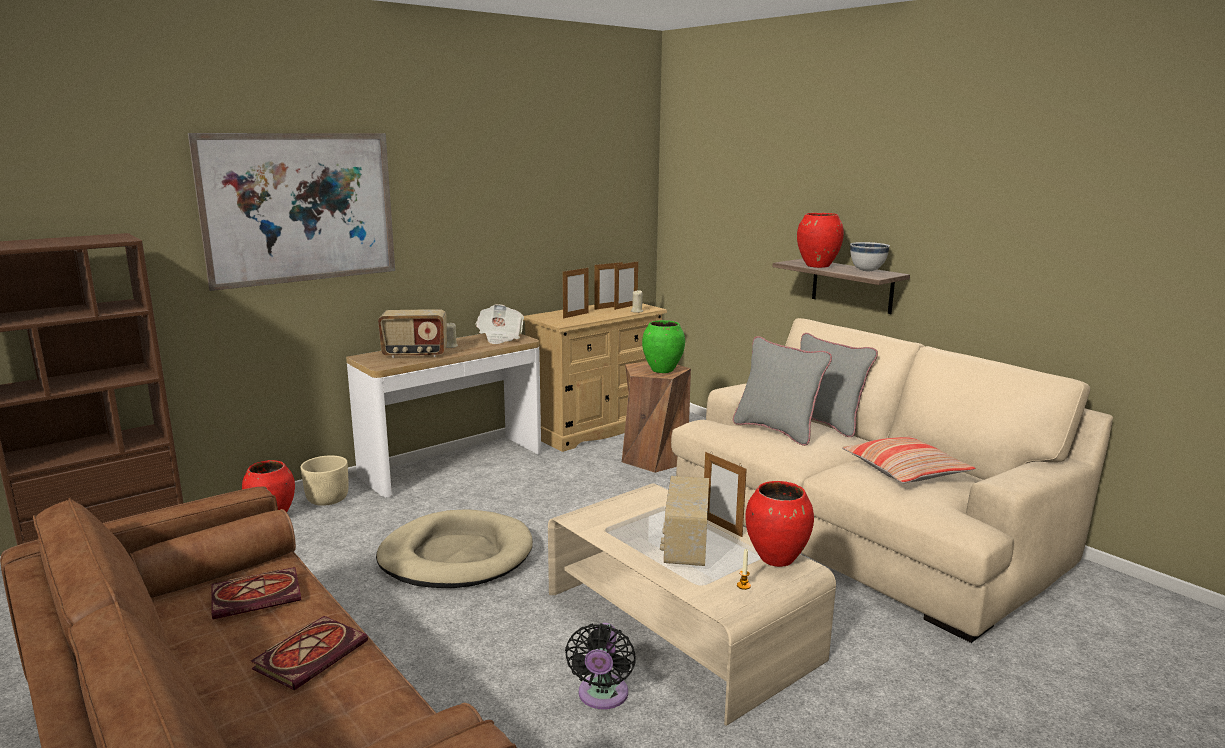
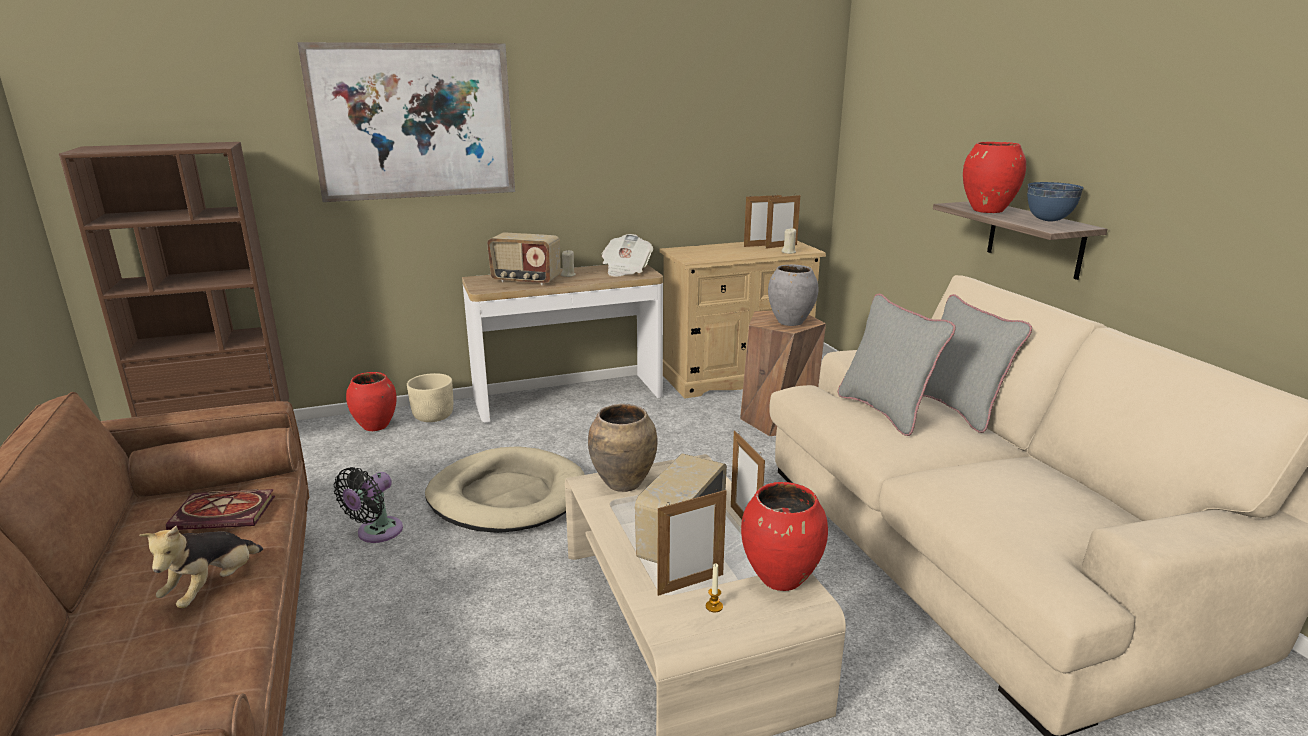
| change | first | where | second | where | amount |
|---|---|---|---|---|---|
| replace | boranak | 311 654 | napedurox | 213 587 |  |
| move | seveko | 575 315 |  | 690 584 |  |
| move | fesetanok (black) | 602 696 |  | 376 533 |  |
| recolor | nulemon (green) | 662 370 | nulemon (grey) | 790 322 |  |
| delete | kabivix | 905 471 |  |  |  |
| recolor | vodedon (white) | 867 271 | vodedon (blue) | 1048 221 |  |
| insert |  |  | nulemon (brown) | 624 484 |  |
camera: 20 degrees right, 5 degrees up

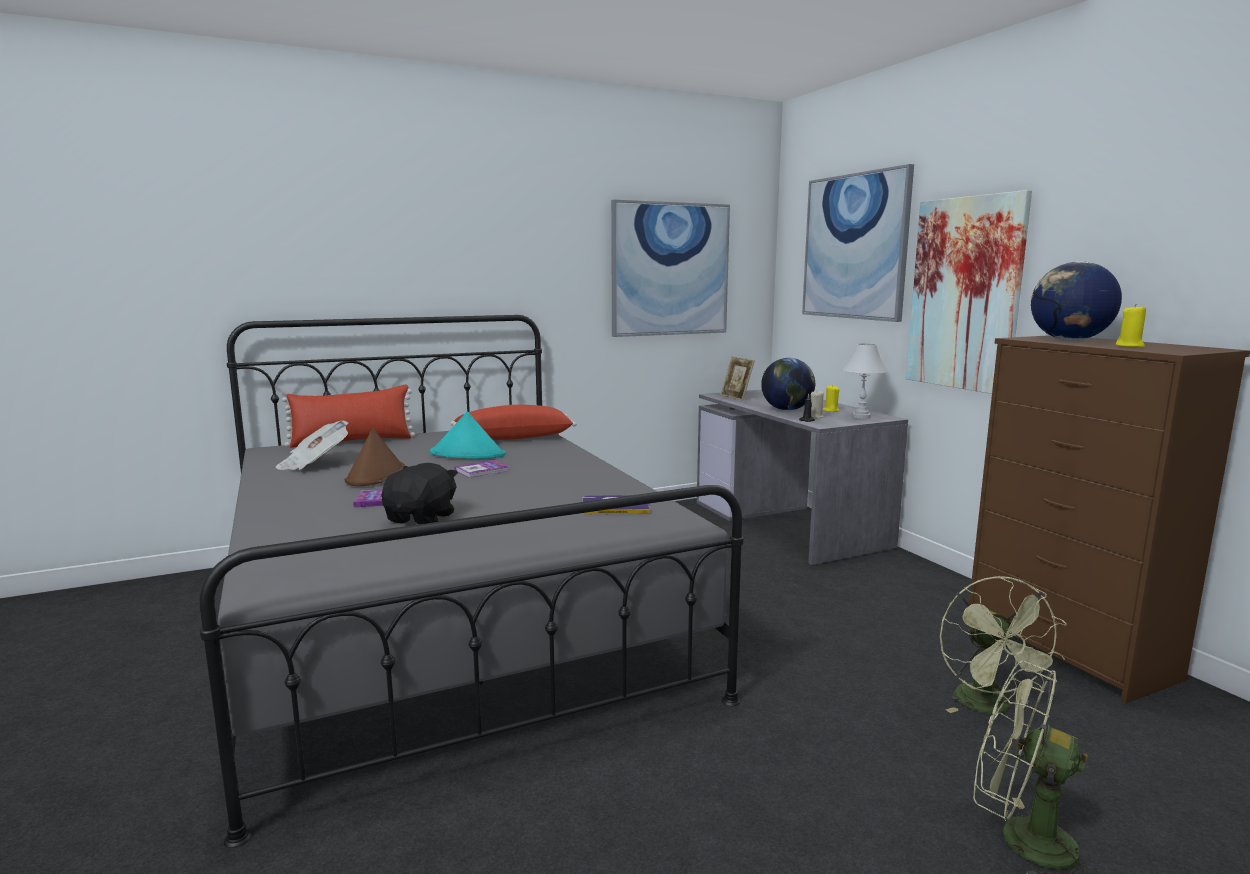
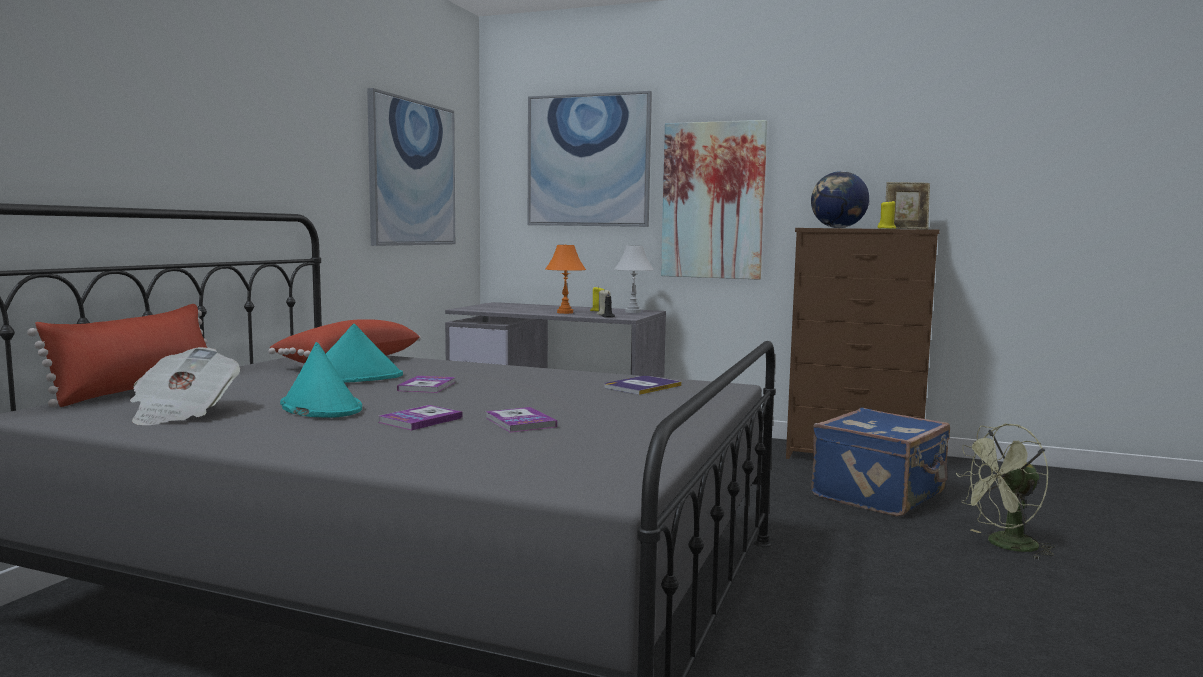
| change | first | where | second | where | amount |
|---|---|---|---|---|---|
| recolor | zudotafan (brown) | 376 475 | zudotafan (turquoise) | 320 407 |  |
| replace | napedurox (black) | 422 518 | boranak | 520 422 |  |
| move | seveko | 736 397 |  | 905 229 |  |
| replace | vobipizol | 787 410 | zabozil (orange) | 565 312 |  |
| replace | fesetanok (green) | 990 707 | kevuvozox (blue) | 880 495 |  |
camera: 45 degrees left, 5 degrees down

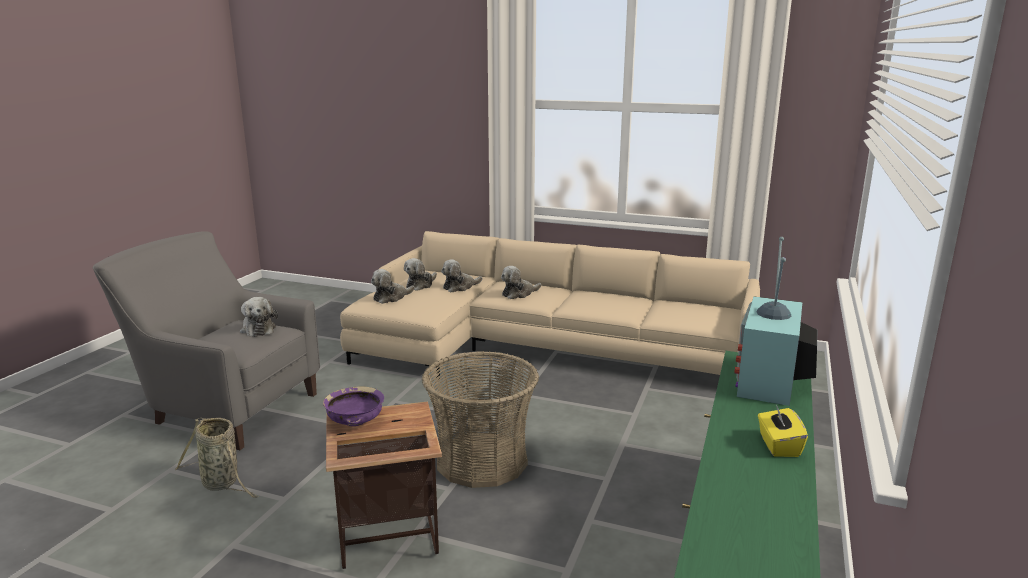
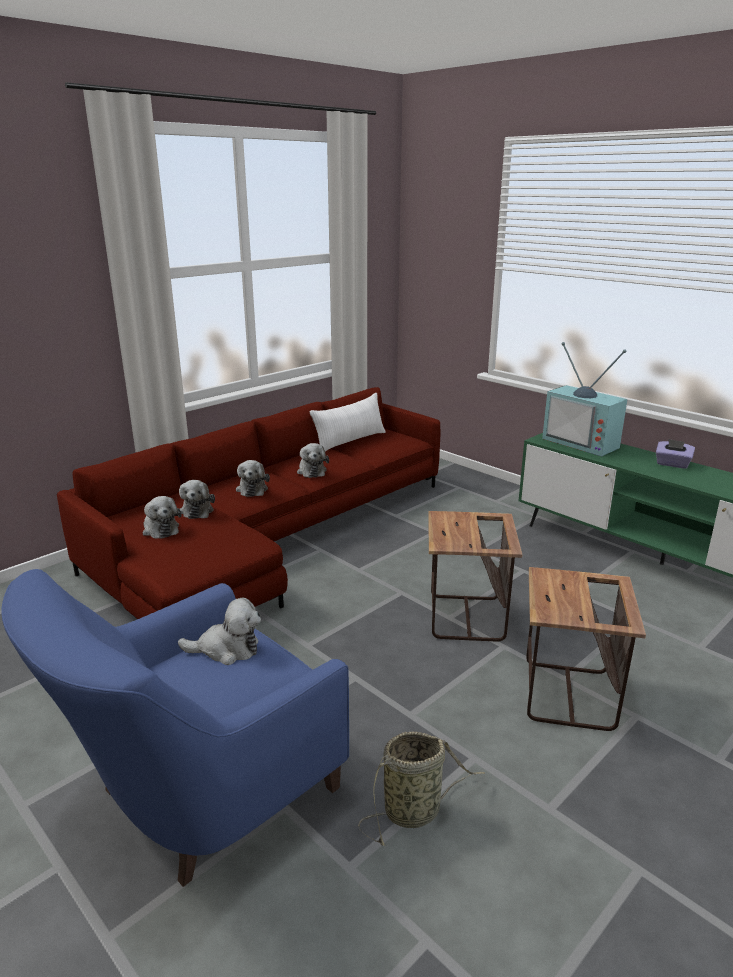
| change | first | where | second | where | amount |
|---|---|---|---|---|---|
| recolor | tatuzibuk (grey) | 223 408 | tatuzibuk (blue) | 198 797 |  |
| delete | vodedon (purple) | 355 421 |  |  |  |
| recolor | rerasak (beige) | 538 348 | rerasak (red) | 270 538 |  |
| move | napedurox | 391 297 |  | 311 471 |  |
| replace | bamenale | 481 461 | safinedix | 466 619 |  |
| recolor | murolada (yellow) | 778 445 | murolada (purple) | 672 464 |  |
| insert |  |  | kabivix (white) | 349 441 |  |
camera: 65 degrees left, 5 degrees up

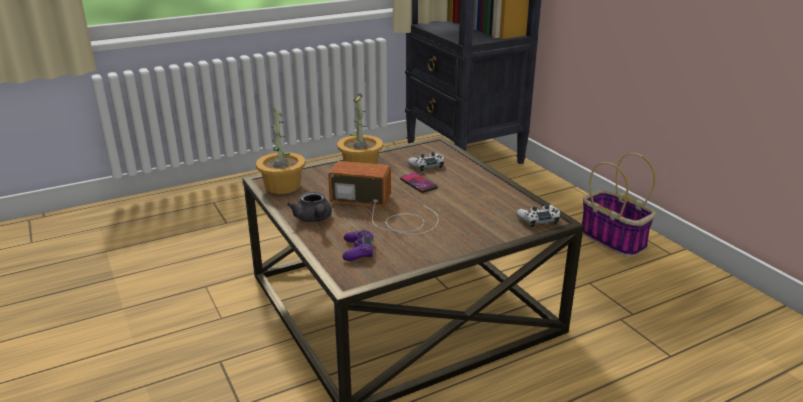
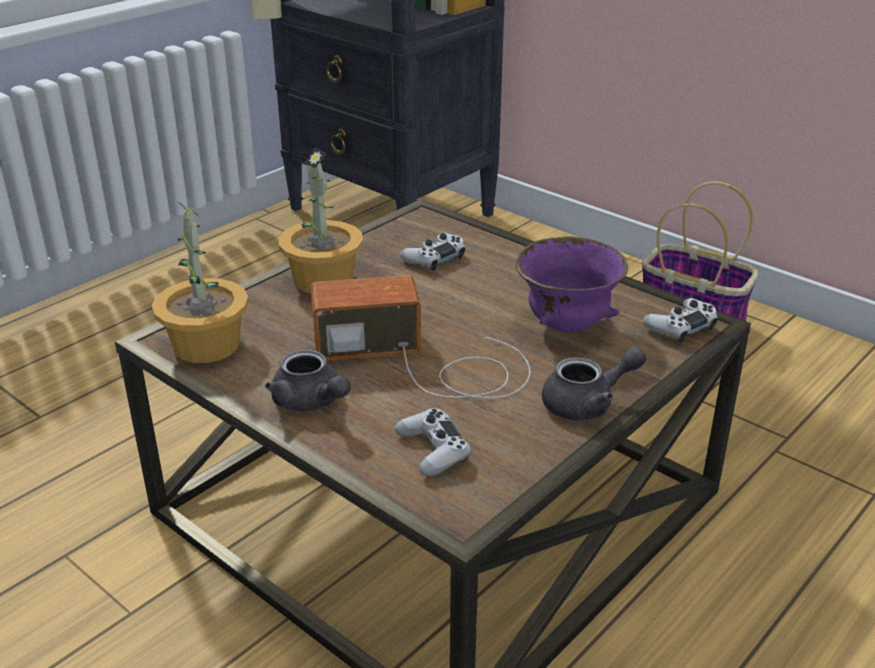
| change | first | where | second | where | amount |
|---|---|---|---|---|---|
| recolor | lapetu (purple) | 358 251 | lapetu (white) | 433 450 |  |
| delete | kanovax | 418 183 |  |  |  |
| insert |  |  | vodedon (purple) | 566 326 |  |
| insert |  |  | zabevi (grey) | 588 403 |  |
camera: 20 degrees left, 5 degrees up

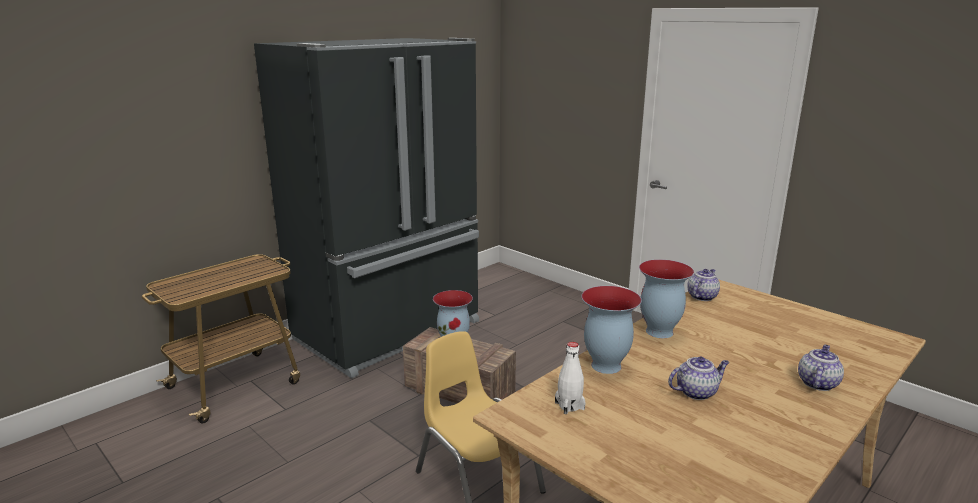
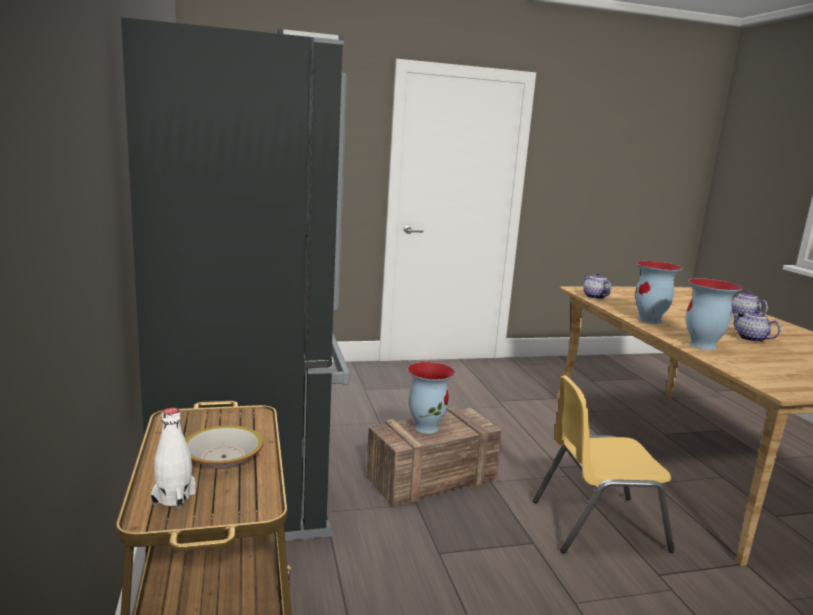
| change | first | where | second | where | amount |
|---|---|---|---|---|---|
| move | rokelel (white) | 569 405 |  | 174 498 |  |
| rotate | zabevi | 696 392 |  | 750 338 | 45 degrees counterclockwise |
| insert |  |  | vodedon | 223 458 |  |
camera: 60 degrees left, 5 degrees down

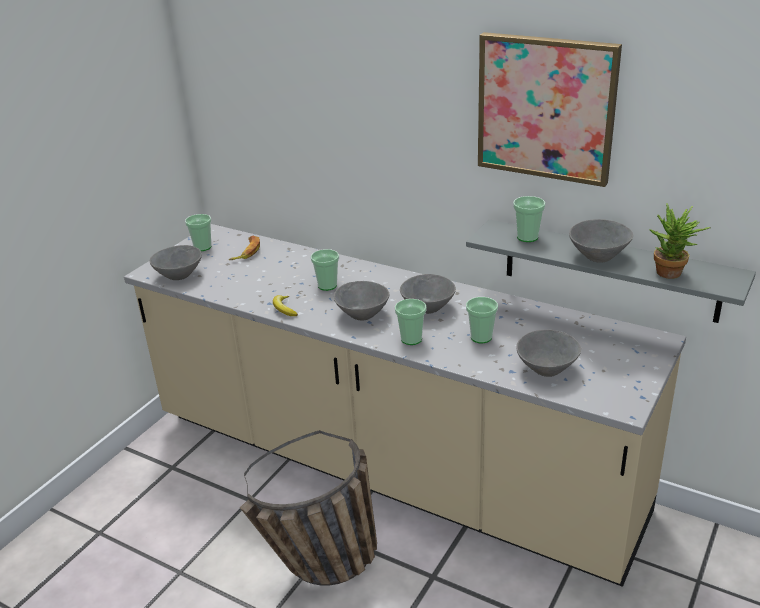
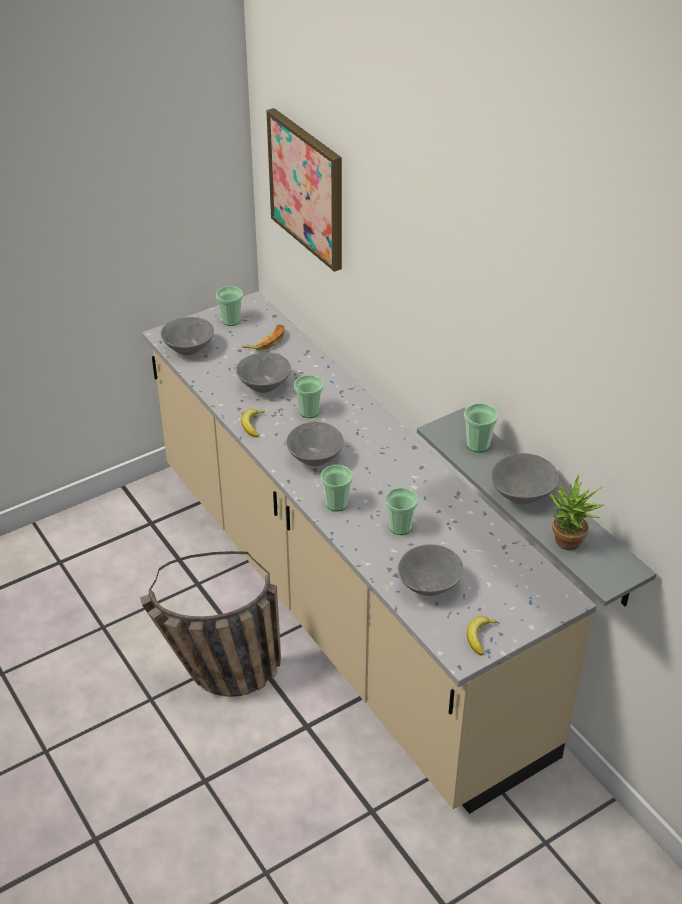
| change | first | where | second | where | amount |
|---|---|---|---|---|---|
| move | vodedon (grey) | 428 307 |  | 265 386 |  |
| move | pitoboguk | 546 108 |  | 307 188 |  |
| insert |  |  | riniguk | 479 636 |  |
camera: 25 degrees right, 10 degrees up

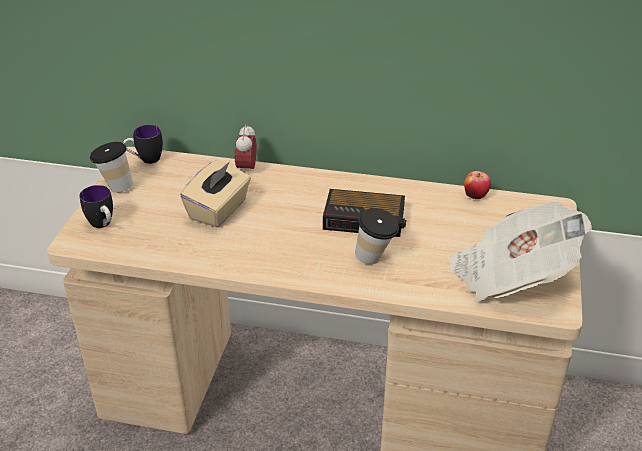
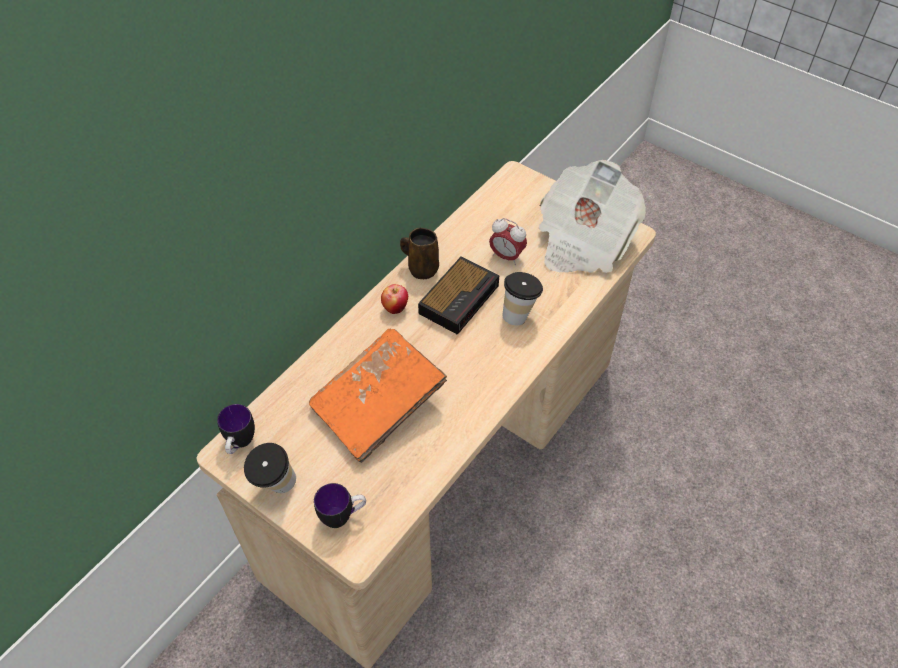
| change | first | where | second | where | amount |
|---|---|---|---|---|---|
| replace | murolada (beige) | 219 210 | boranak (orange) | 378 404 |  |
| move | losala | 247 169 |  | 506 256 |  |
| move | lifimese | 475 196 |  | 395 308 |  |
| insert |  |  | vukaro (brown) | 421 268 |  |
camera: 65 degrees left, 15 degrees up

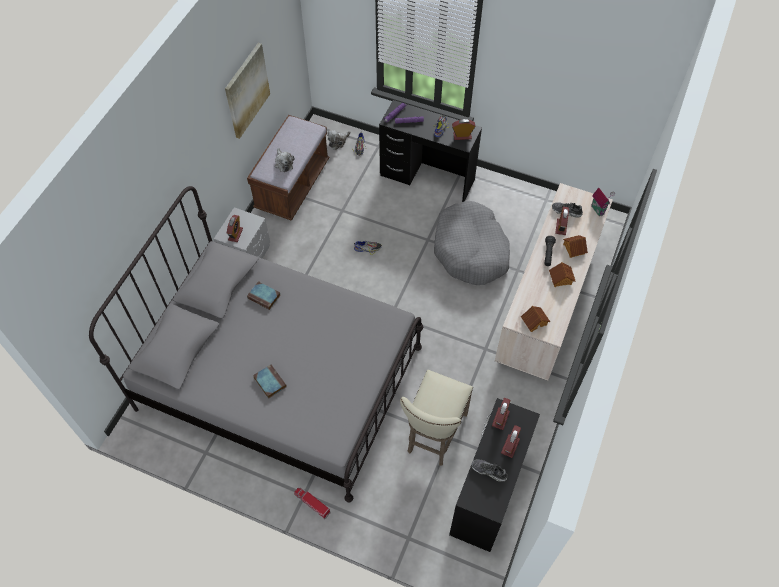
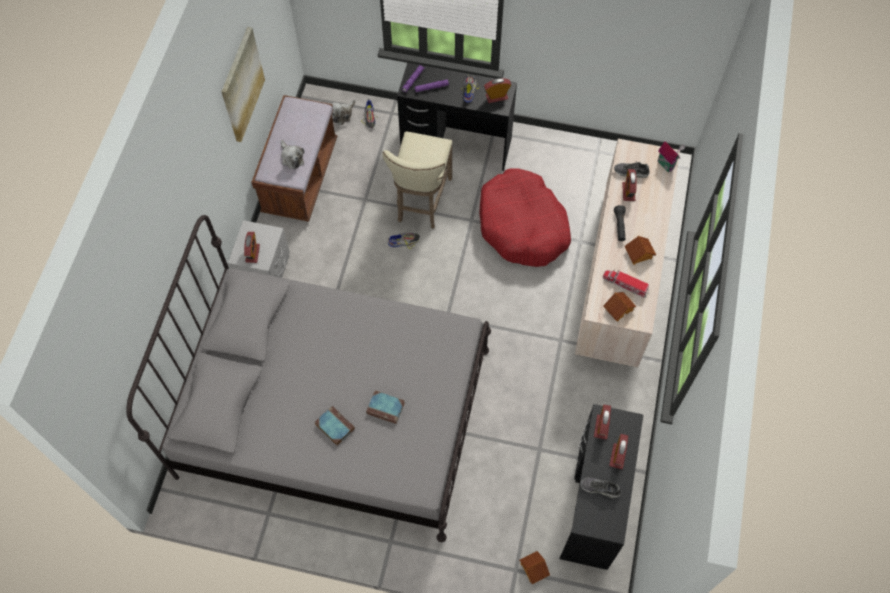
| change | first | where | second | where | amount |
|---|---|---|---|---|---|
| move | boranak | 264 297 |  | 386 408 |  |
| move | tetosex | 312 503 |  | 625 285 |  |
| move | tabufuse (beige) | 433 435 |  | 421 202 |  |
| recolor | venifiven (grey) | 471 250 | venifiven (red) | 523 226 |  |
| move | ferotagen | 573 249 |  | 533 568 |  |
camera: 10 degrees left, 5 degrees up

